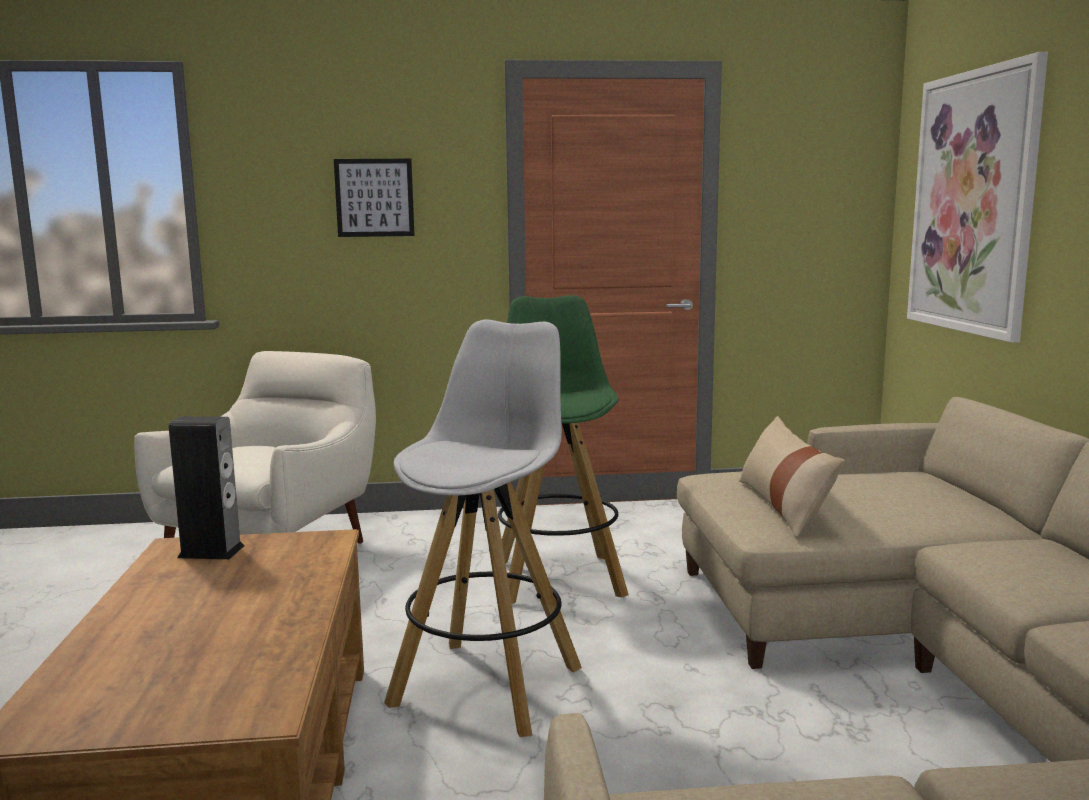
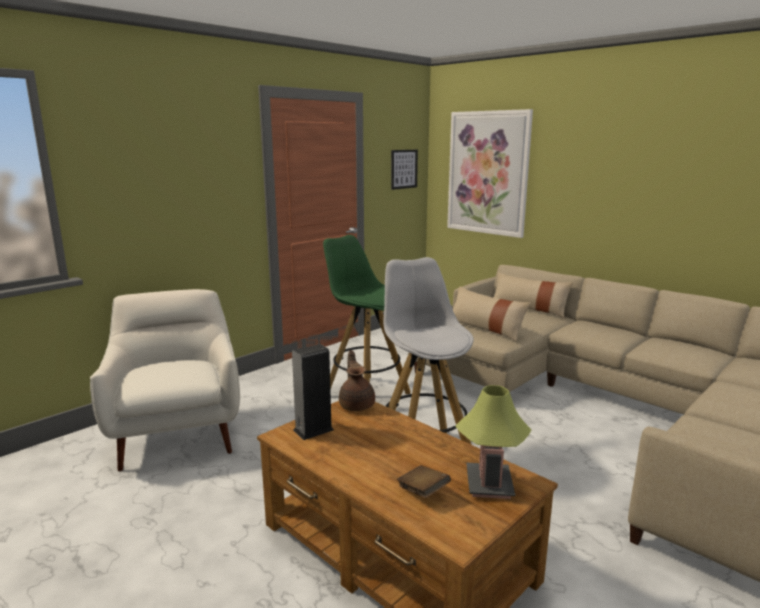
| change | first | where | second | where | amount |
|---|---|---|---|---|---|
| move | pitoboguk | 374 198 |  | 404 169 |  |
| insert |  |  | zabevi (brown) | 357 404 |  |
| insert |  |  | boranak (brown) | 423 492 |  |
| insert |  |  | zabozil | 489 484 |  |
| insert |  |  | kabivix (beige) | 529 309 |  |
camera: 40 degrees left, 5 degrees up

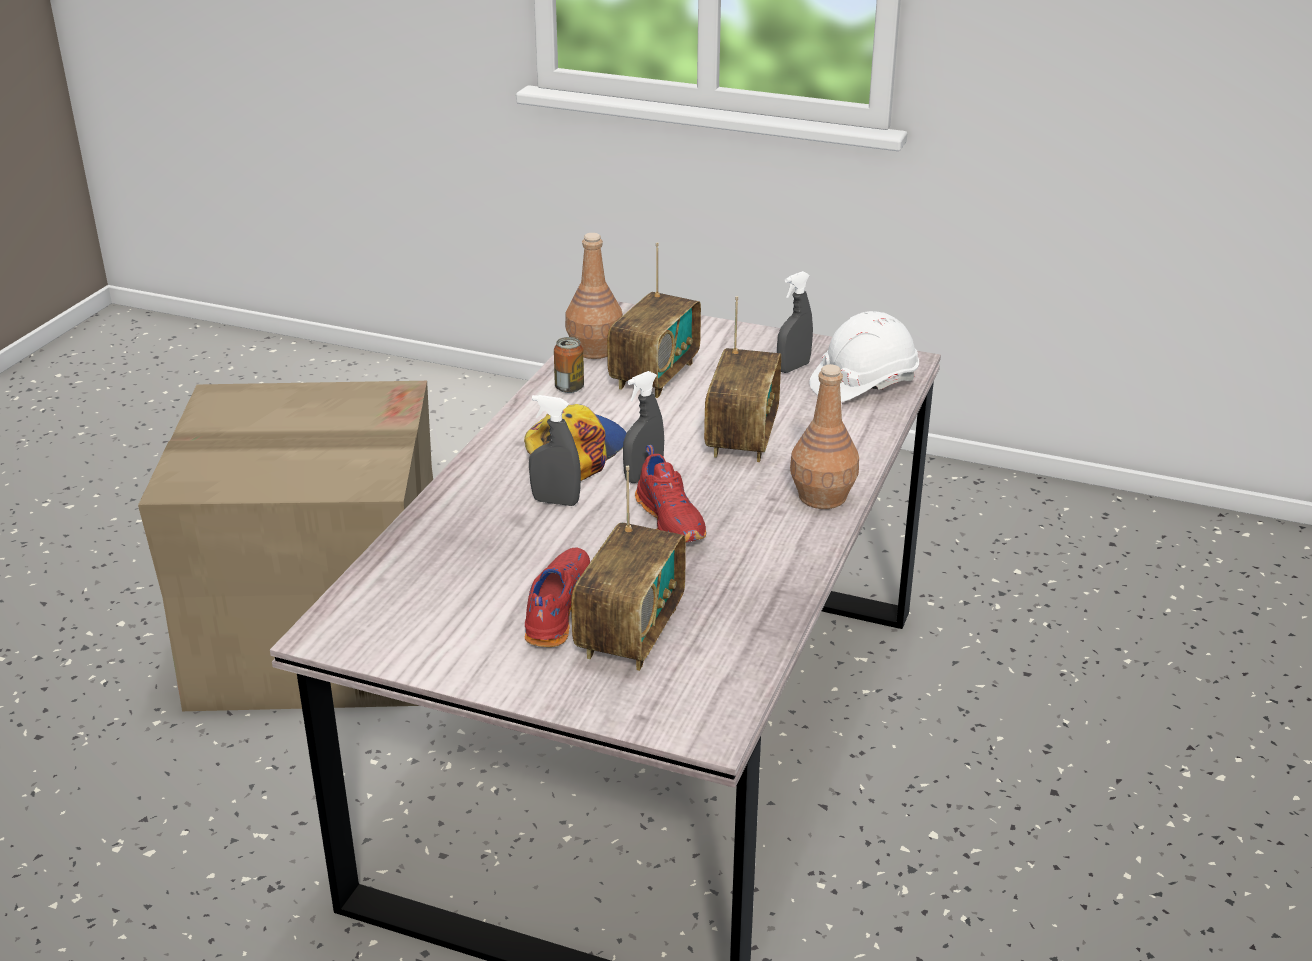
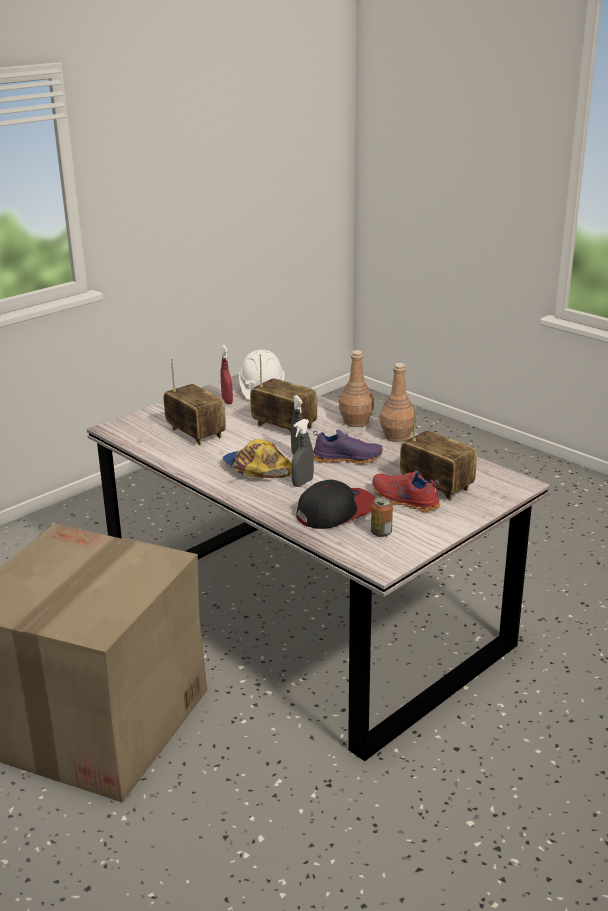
| change | first | where | second | where | amount |
|---|---|---|---|---|---|
| move | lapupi | 569 388 |  | 381 533 |  |
| move | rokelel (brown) | 594 350 |  | 397 436 |  |
| recolor | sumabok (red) | 672 521 | sumabok (purple) | 347 458 |  |
| recolor | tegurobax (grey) | 793 367 | tegurobax (red) | 227 401 |  |
| insert |  |  | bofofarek | 336 511 |  |
camera: 65 degrees left, 5 degrees down

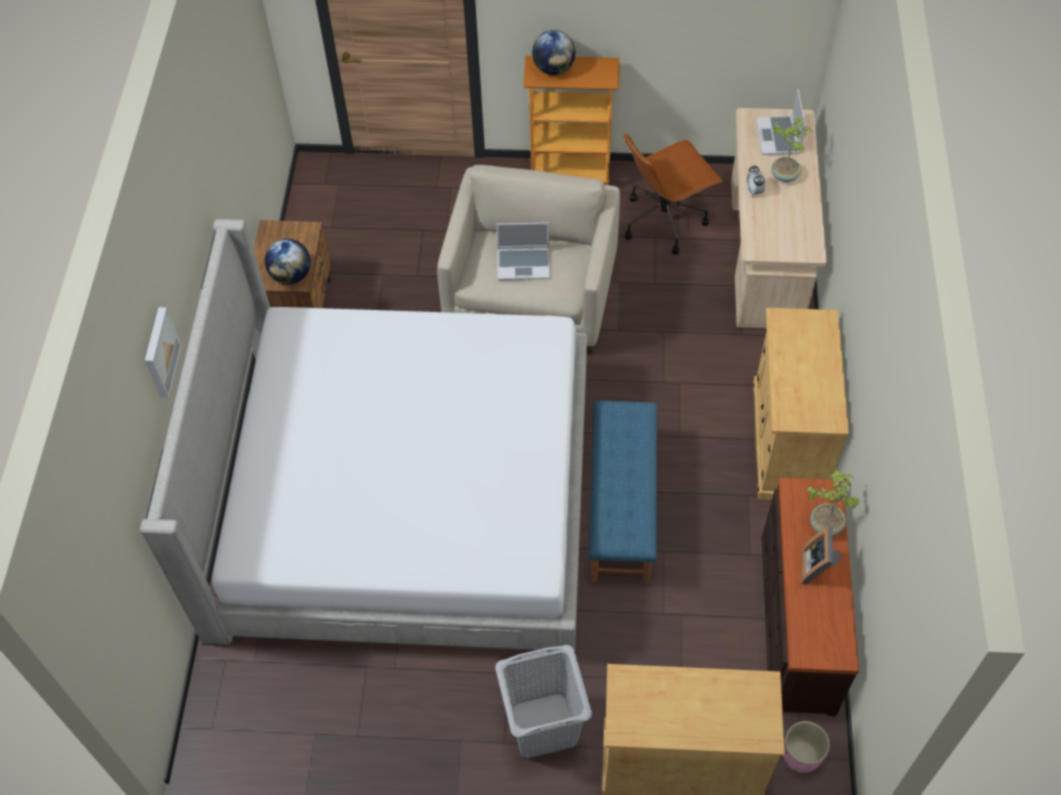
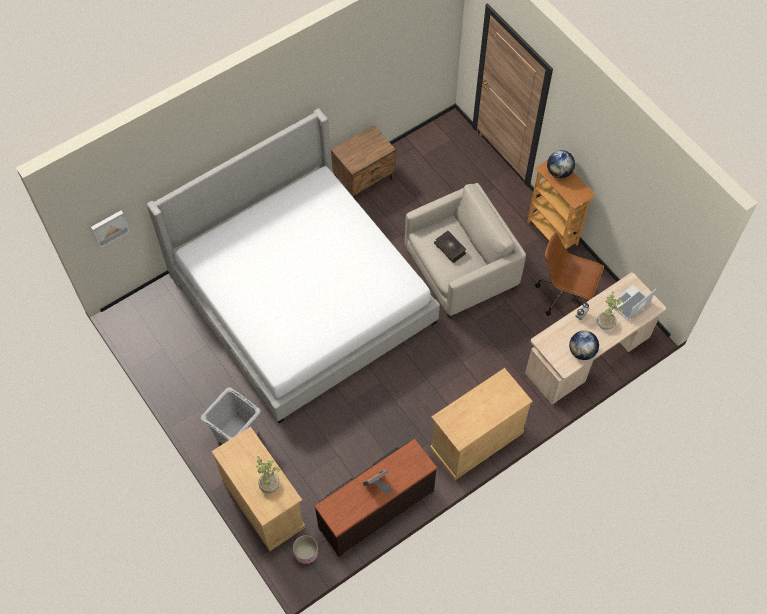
| change | first | where | second | where | amount |
|---|---|---|---|---|---|
| move | pitoboguk | 159 352 |  | 109 227 |  |
| move | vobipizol | 291 275 |  | 581 351 |  |
| replace | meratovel | 524 264 | boranak | 450 249 |  |
| delete | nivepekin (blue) | 620 506 |  |  |  |
| move | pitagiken | 825 524 |  | 269 484 |  |
camera: 50 degrees right, 5 degrees up

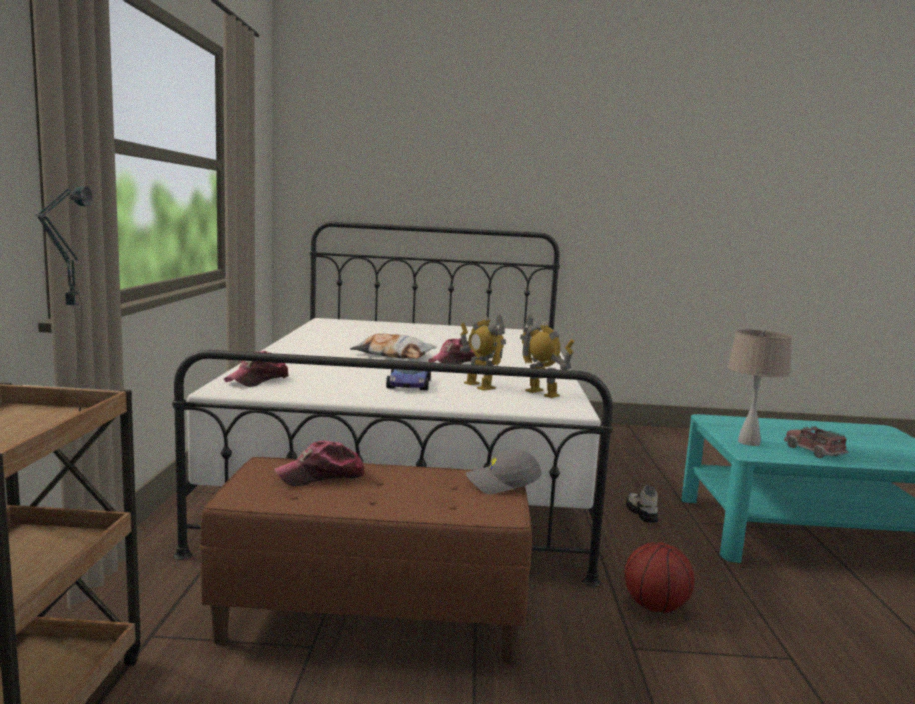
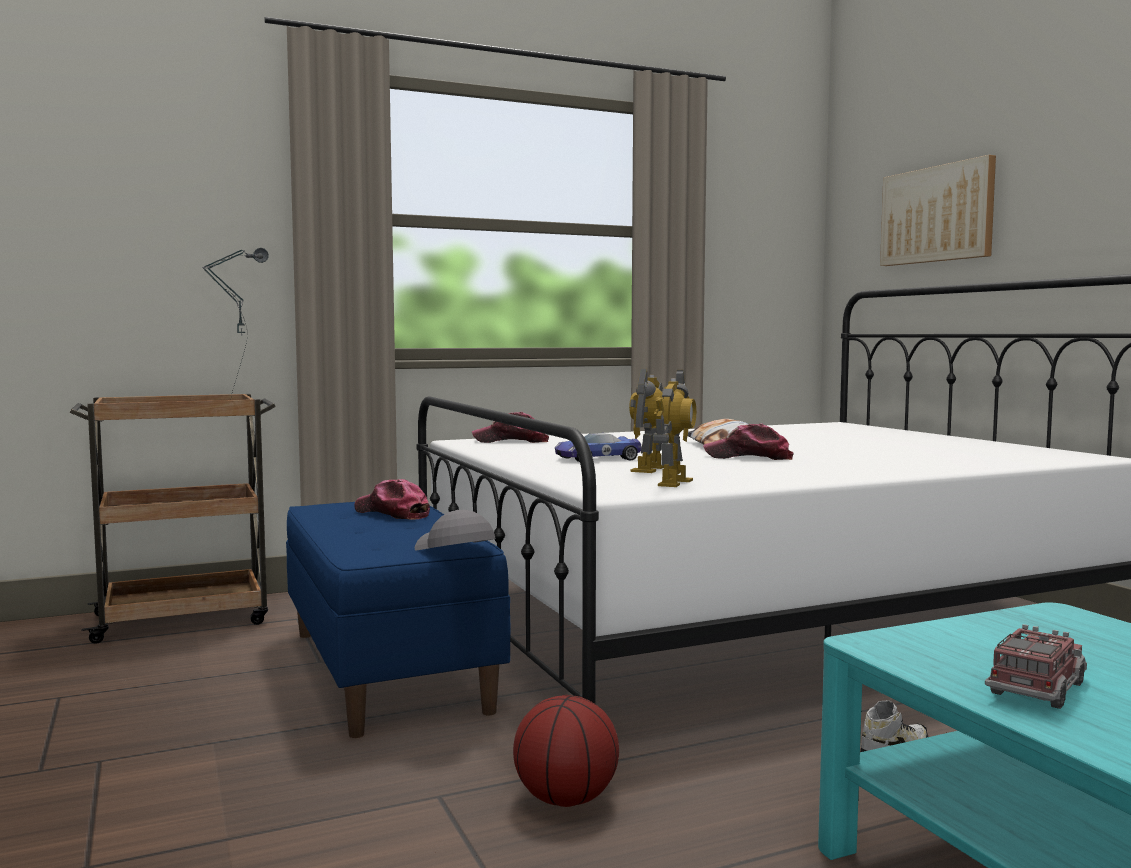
| change | first | where | second | where | amount |
|---|---|---|---|---|---|
| recolor | nivepekin (brown) | 374 616 | nivepekin (blue) | 389 670 |  |
| delete | zabozil (beige) | 748 442 |  |  |  |
| insert |  |  | pitoboguk | 937 214 |  |
camera: 65 degrees right, 5 degrees down

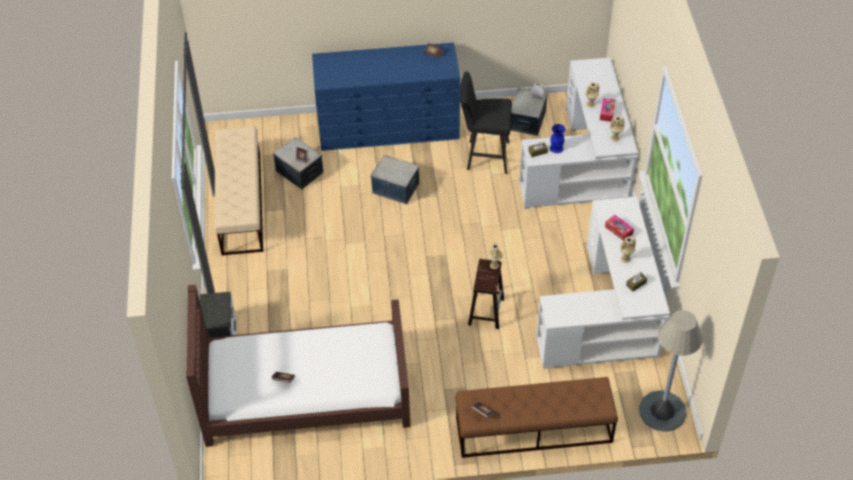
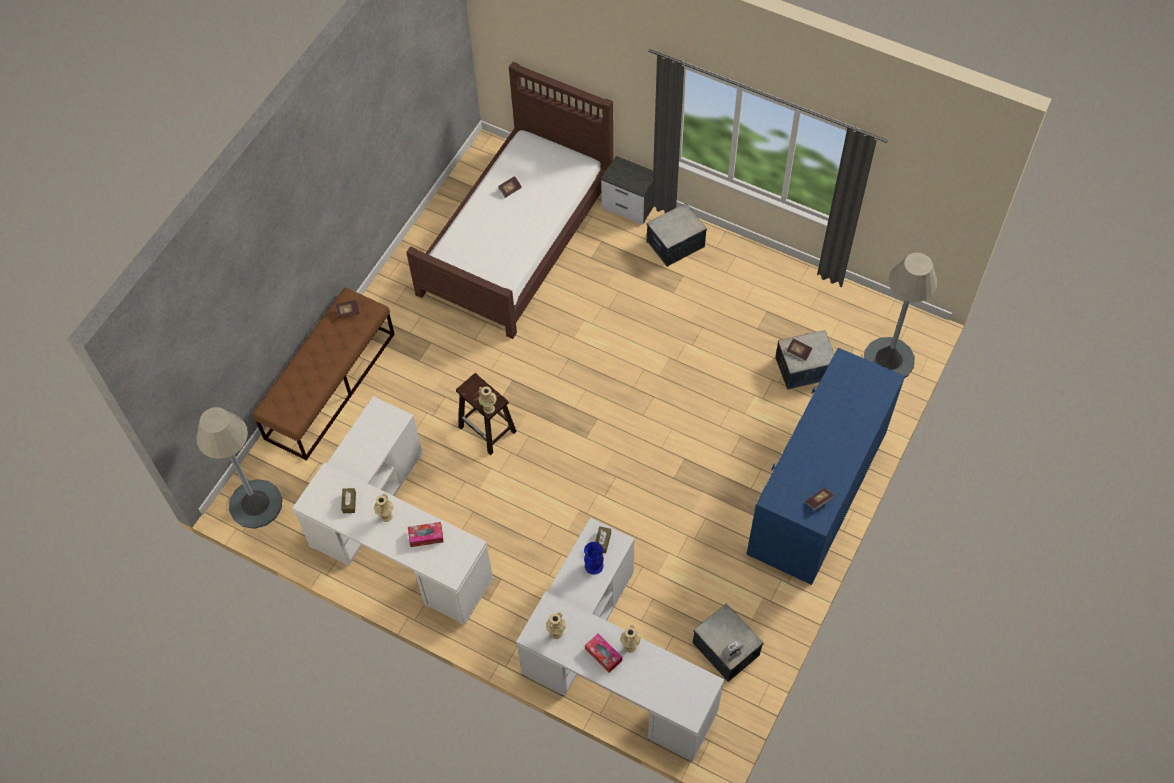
| change | first | where | second | where | amount |
|---|---|---|---|---|---|
| delete | nivepekin (beige) | 241 203 |  |  |  |
| move | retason | 395 189 |  | 675 244 |  |
| delete | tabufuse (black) | 484 156 |  |  |  |
| insert |  |  | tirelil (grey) | 888 359 |  |
camera: 125 degrees right, 10 degrees up

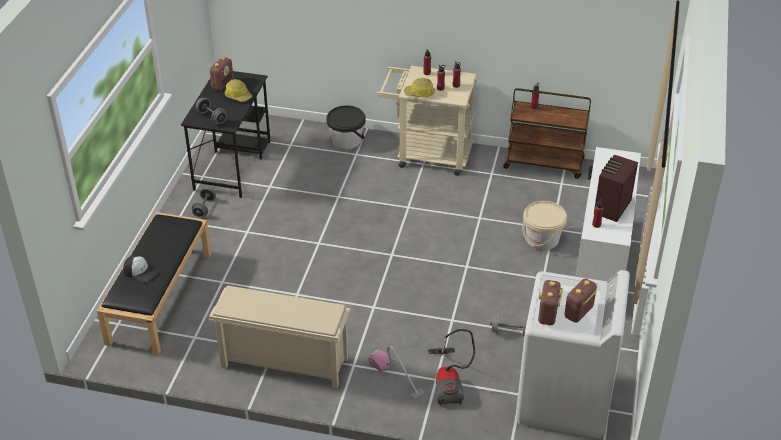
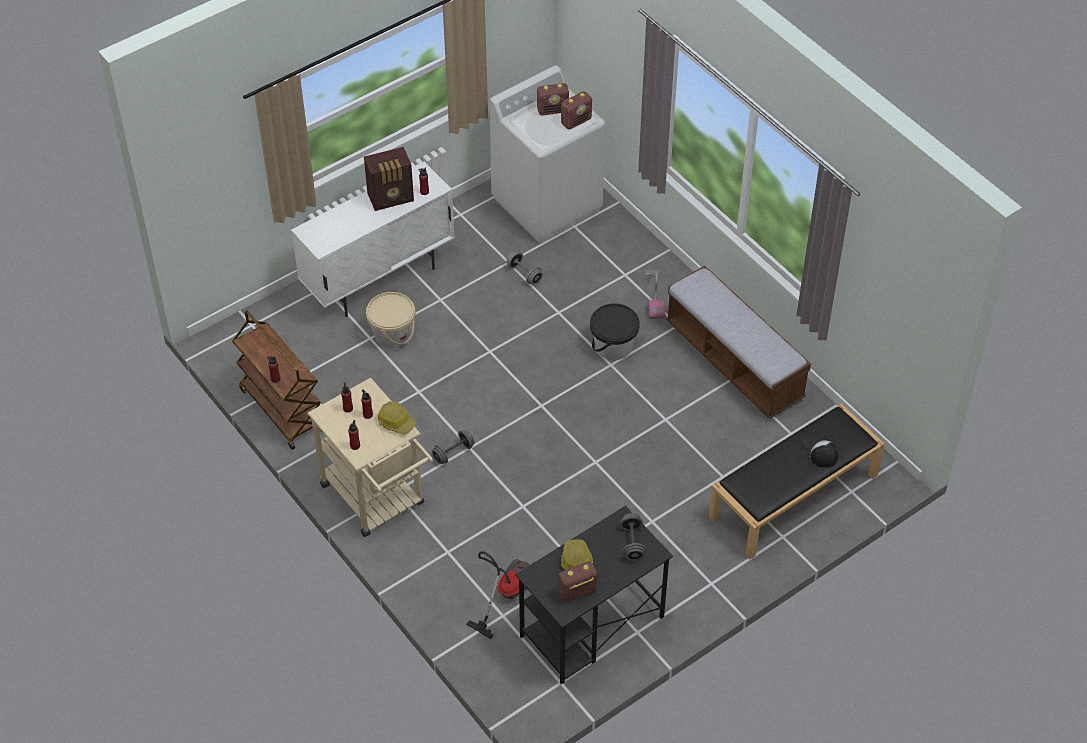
| change | first | where | second | where | amount |
|---|---|---|---|---|---|
| move | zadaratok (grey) | 204 208 |  | 453 453 |  |
| replace | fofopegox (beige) | 283 363 | nivepekin | 734 362 |  |
| move | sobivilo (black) | 346 140 |  | 613 346 |  |
| move | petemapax | 449 383 |  | 506 594 |  |
camera: 140 degrees left, 10 degrees up

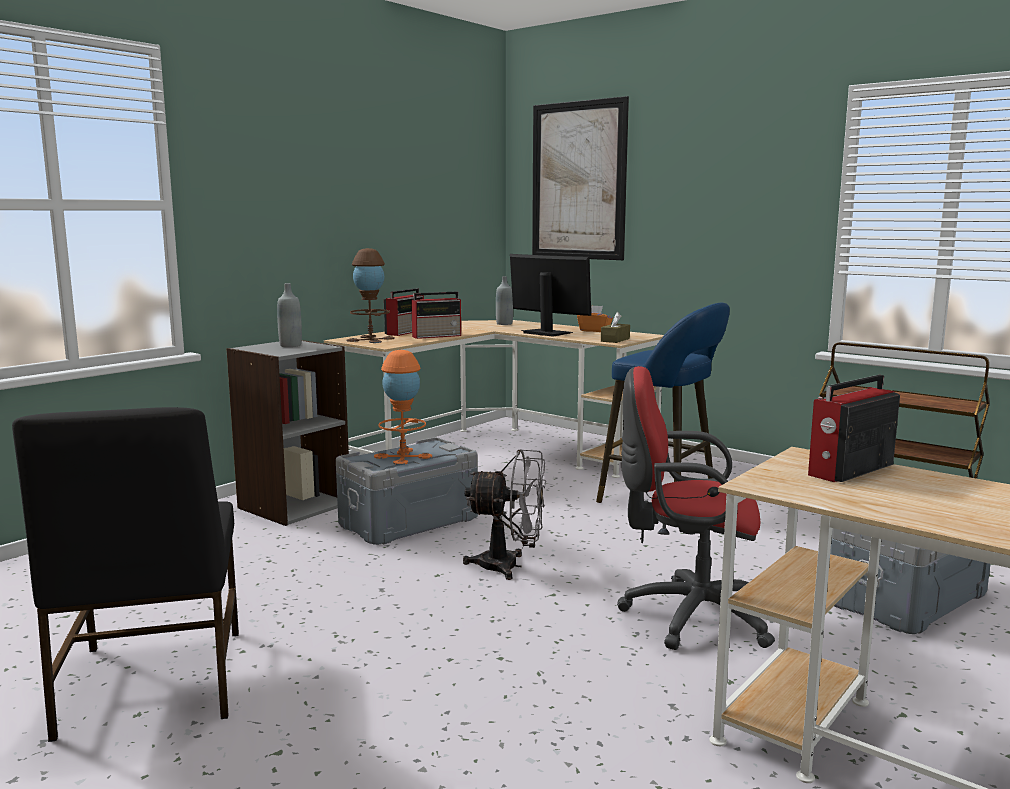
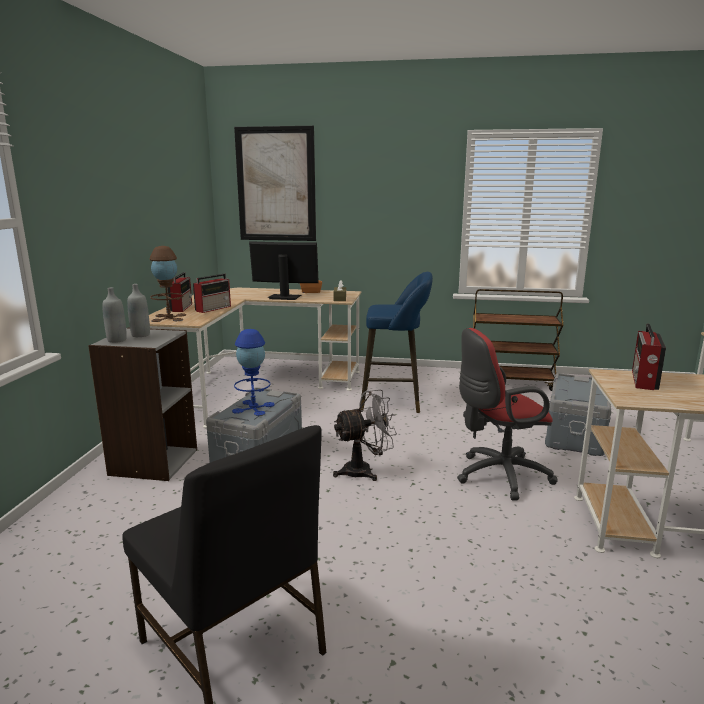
| change | first | where | second | where | amount |
|---|---|---|---|---|---|
| recolor | zabozil (orange) | 403 456 | zabozil (blue) | 253 408 |  |
| move | rokelel (grey) | 504 324 |  | 117 340 |  |
camera: 30 degrees left, 5 degrees up

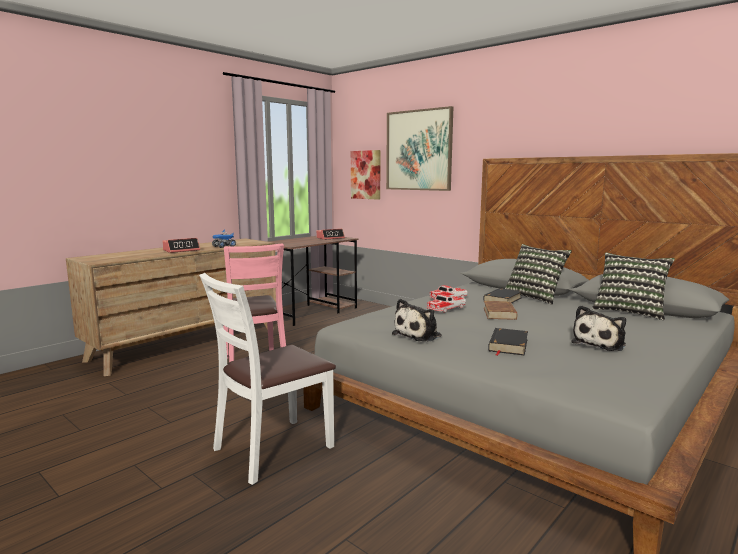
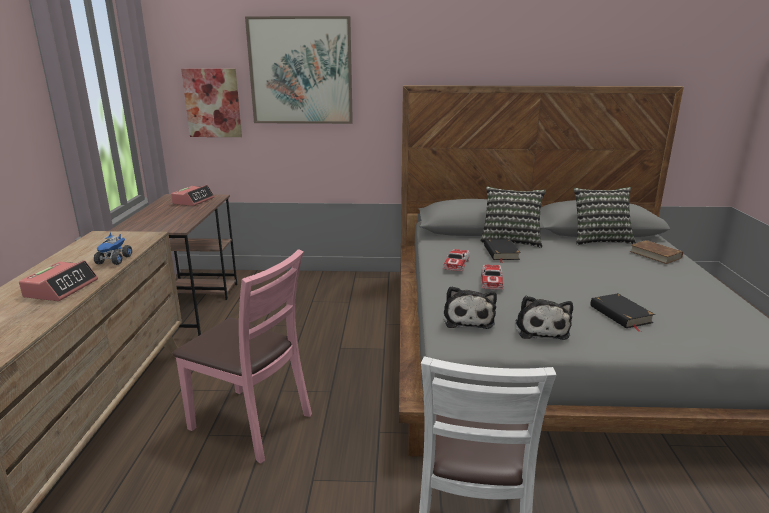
| change | first | where | second | where | amount |
|---|---|---|---|---|---|
| move | boranak (brown) | 499 313 |  | 655 254 |  |
| move | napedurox | 600 343 |  | 468 319 |  |
camera: 40 degrees left, 10 degrees up

